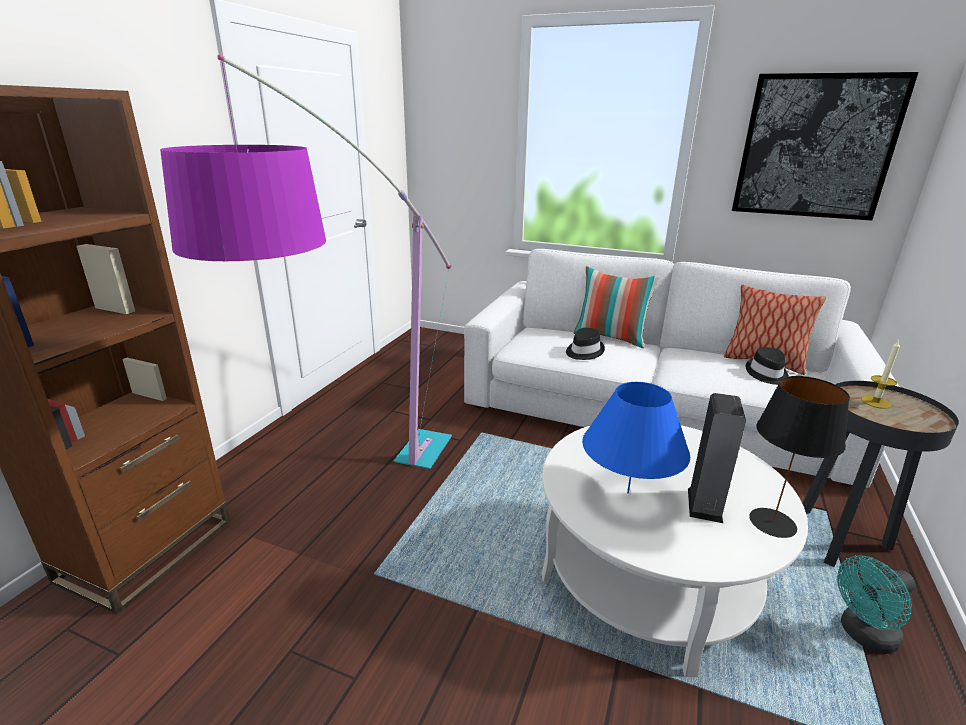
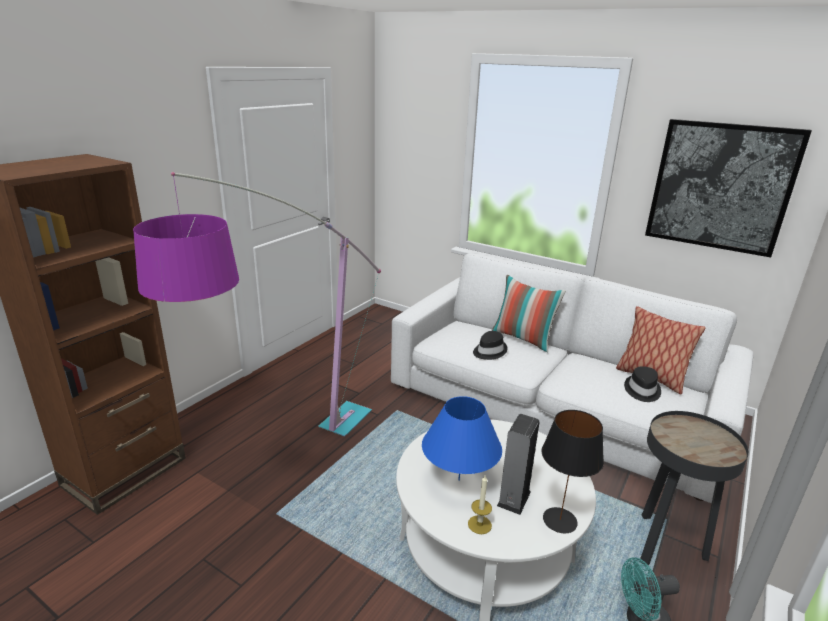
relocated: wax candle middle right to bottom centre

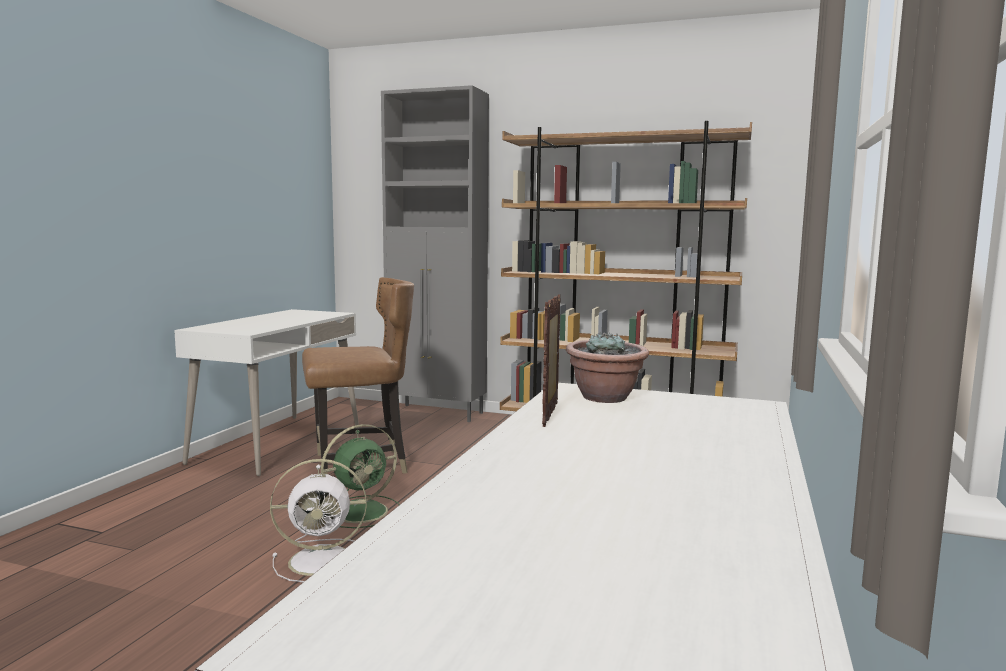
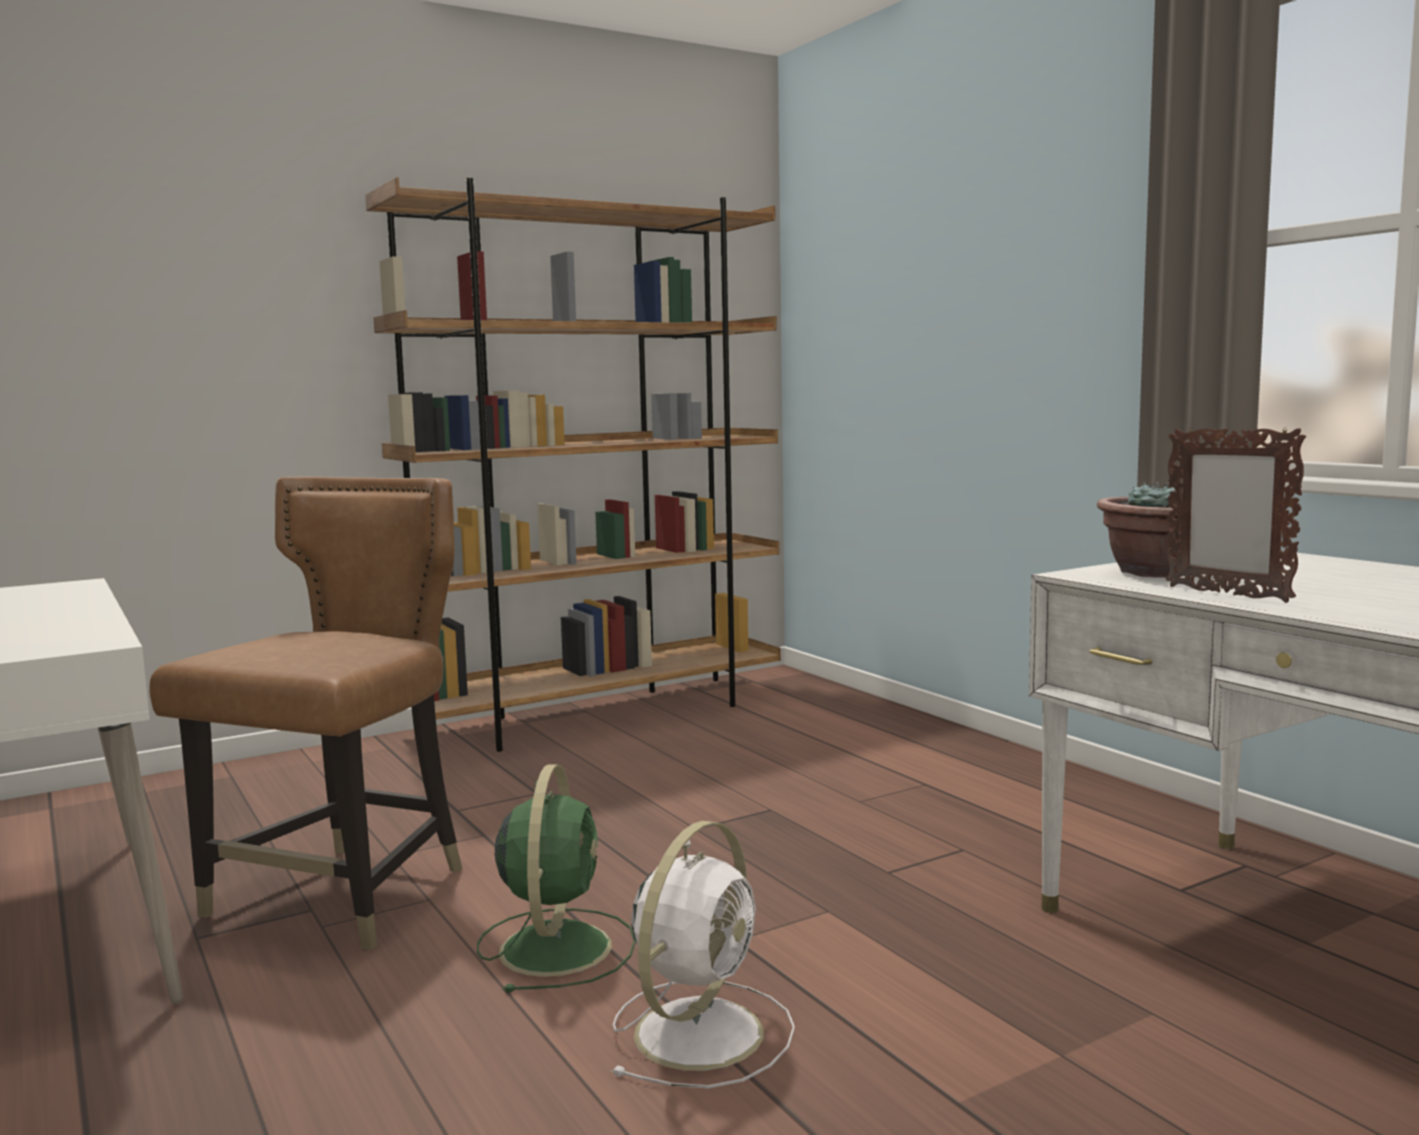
missing: grey storage cabinet centre

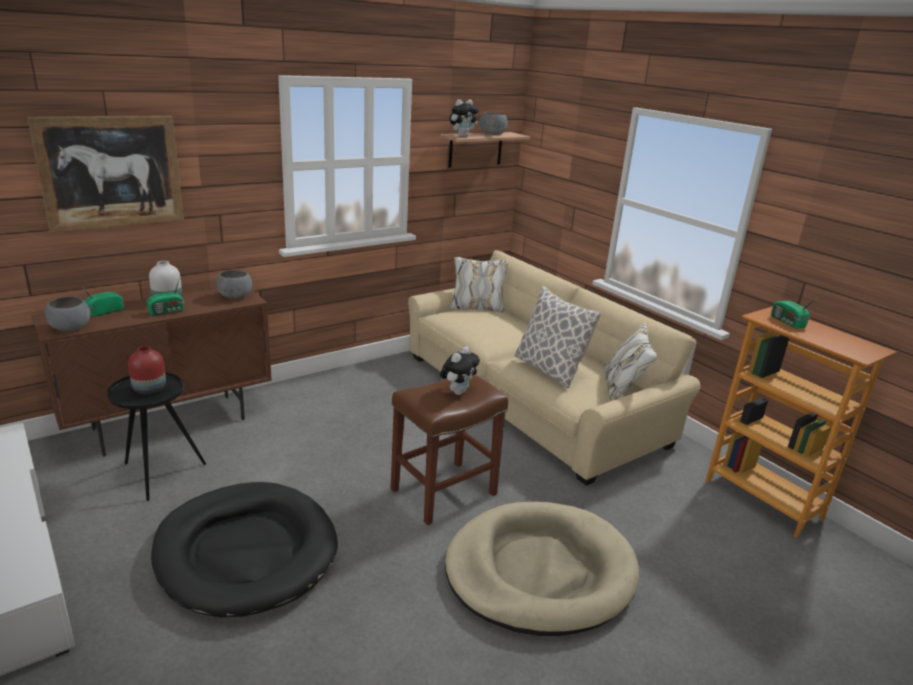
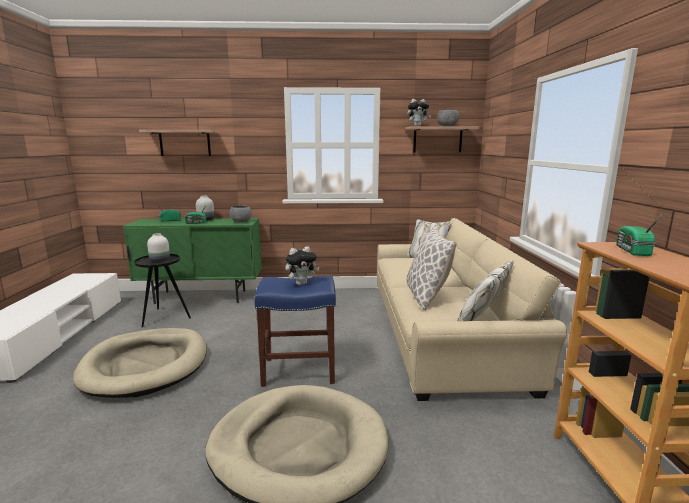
missing: grey bowl (no. 1 from left) middle left
exchanged: wall art top left to bracket shelf (no. 1 from left) top left
colour: brown storage cabinet middle left to greenish storage cabinet middle left; red-coloured vase middle left to white vase (no. 1 from left) middle left; black-coloured pet bed bottom left to beige pet bed (no. 1 from left) bottom left; brown stool centre to blue stool centre

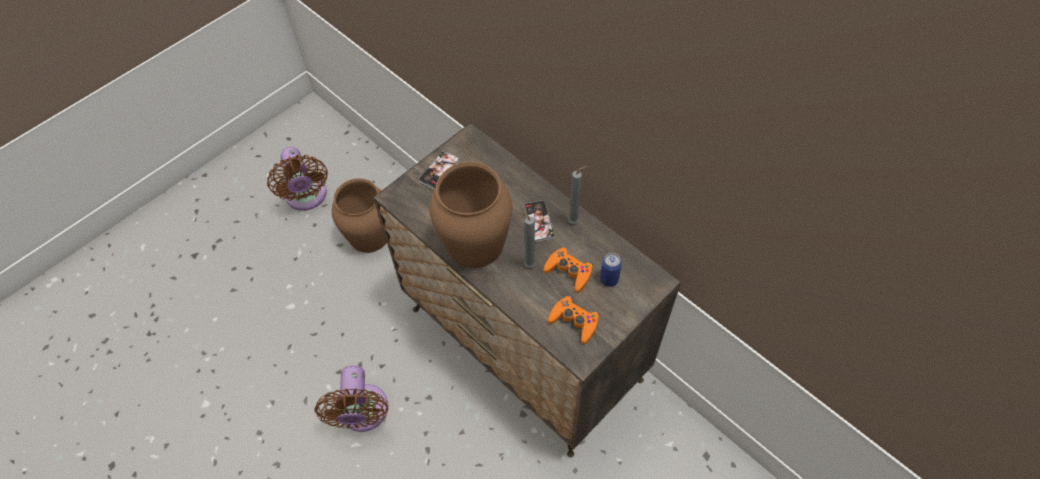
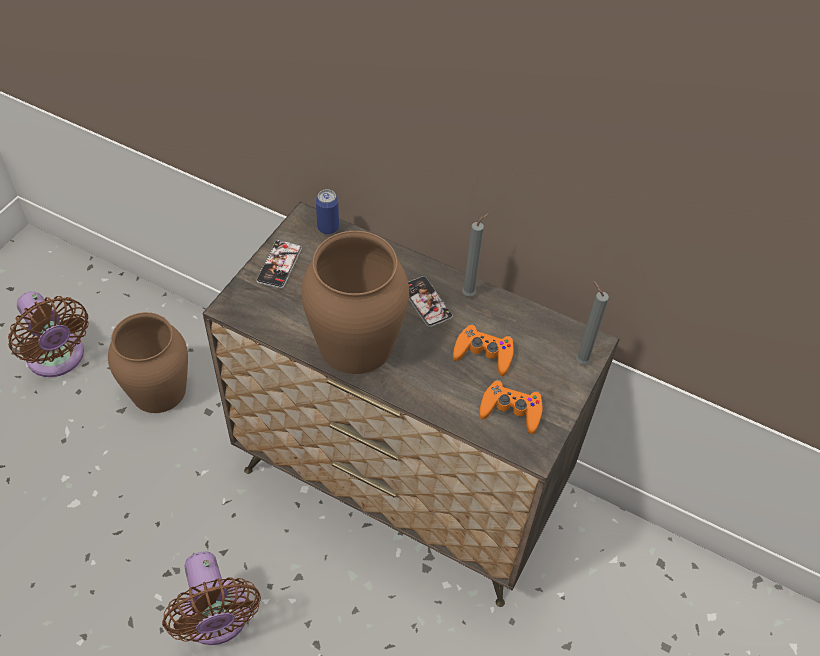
relocated: grey wax candle (no. 1 from left in the first image) centre to grey wax candle (no. 2 from left) middle right; can centre to top centre

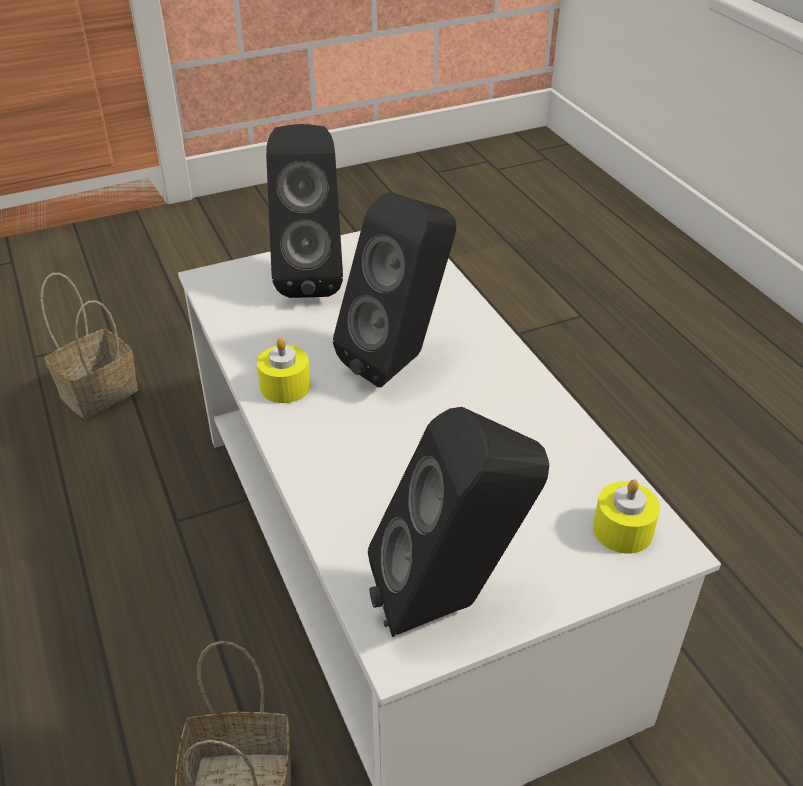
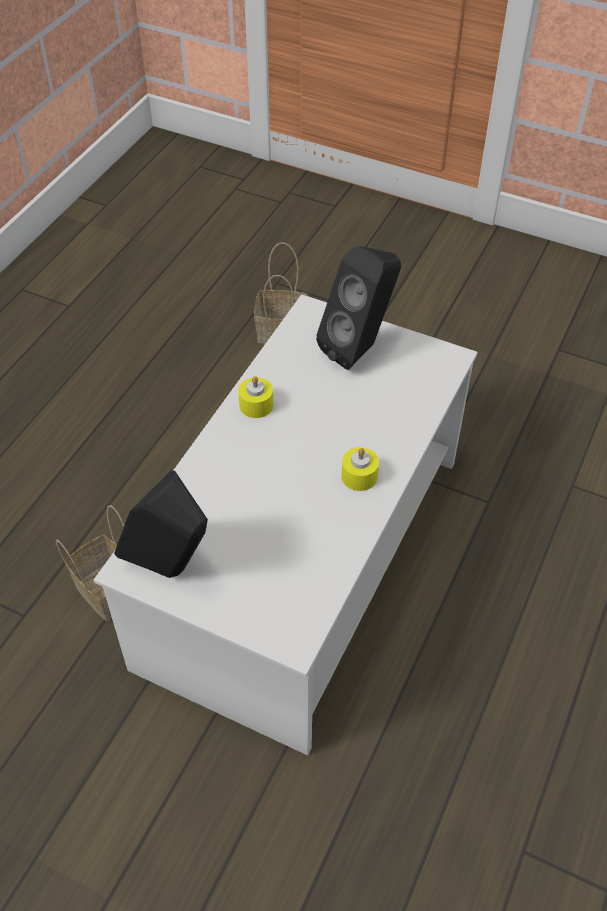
missing: black-coloured loudspeaker (no. 2 from left) centre
relocated: yellow wax candle (no. 2 from left) middle right to centre

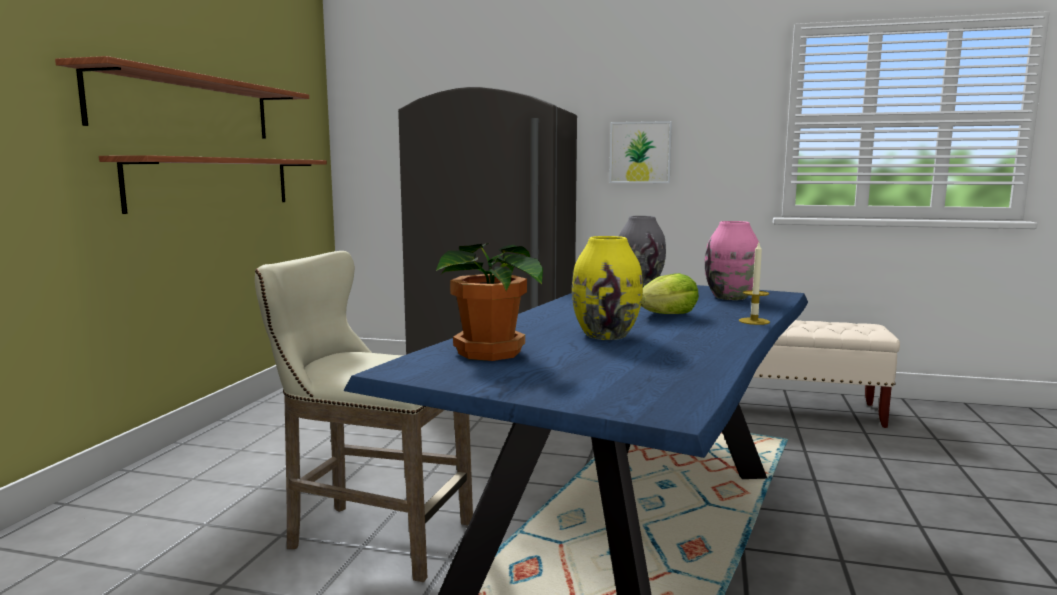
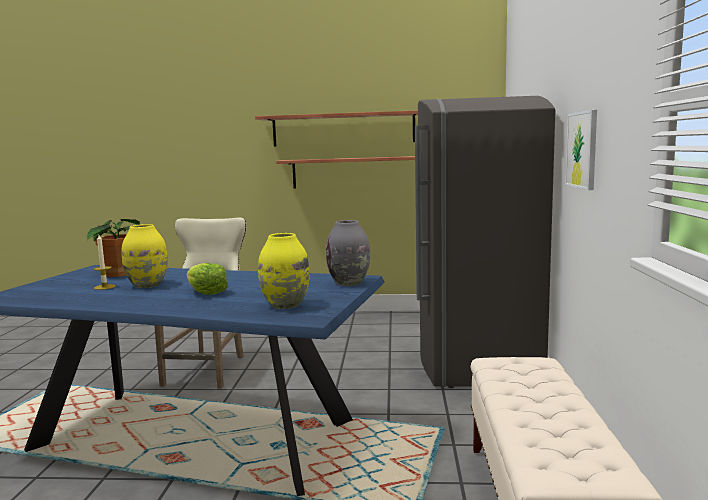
relocated: wax candle middle right to middle left
colour: pink vase middle right to yellow vase (no. 2 from left) centre

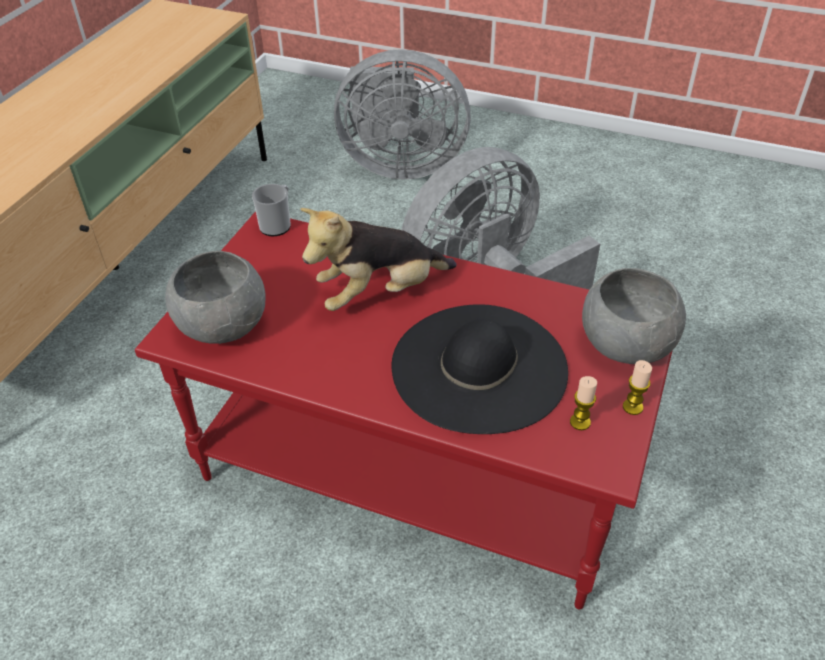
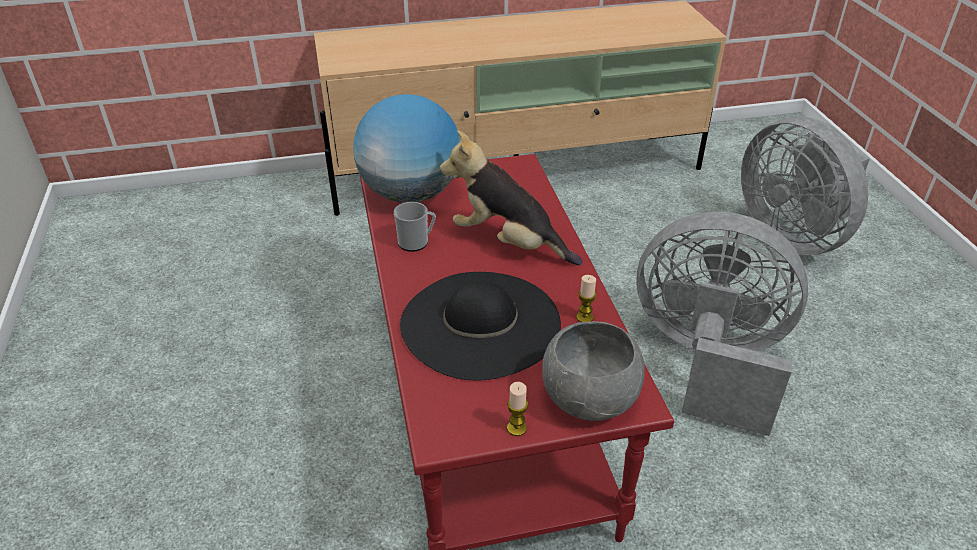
relocated: tea mug top left to centre; wax candle (no. 1 from left in the first image) middle right to wax candle (no. 2 from left) centre
exchanged: grey bowl (no. 1 from left) middle left to world globe top centre

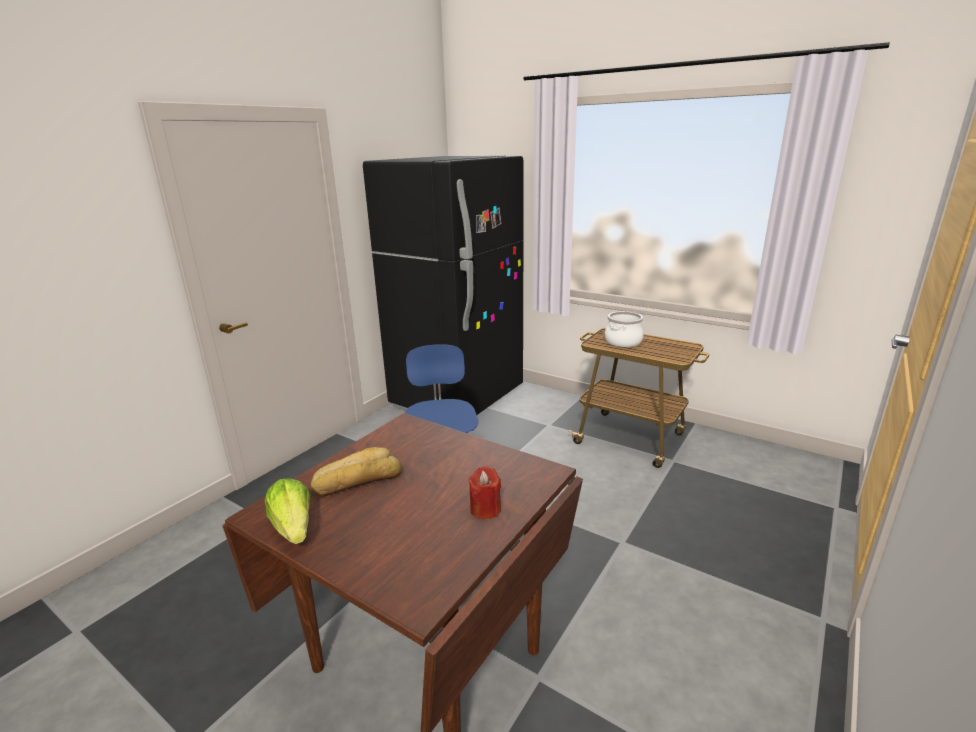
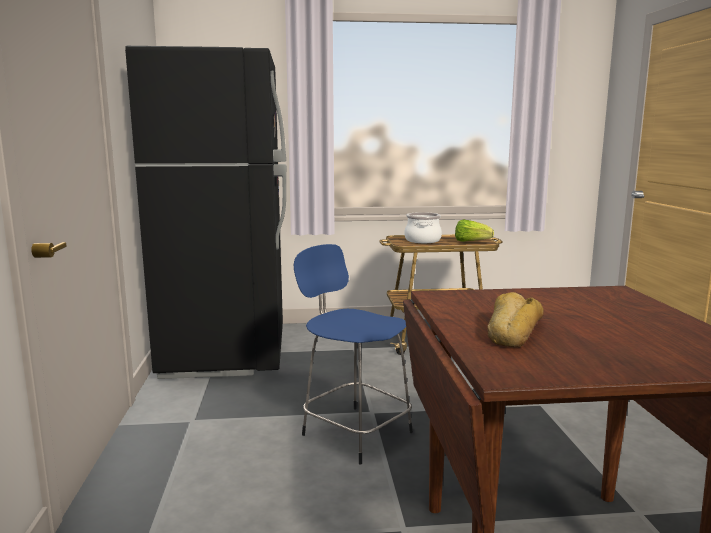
missing: red-coloured wax candle bottom centre
relocated: head of lettuce bottom left to middle right

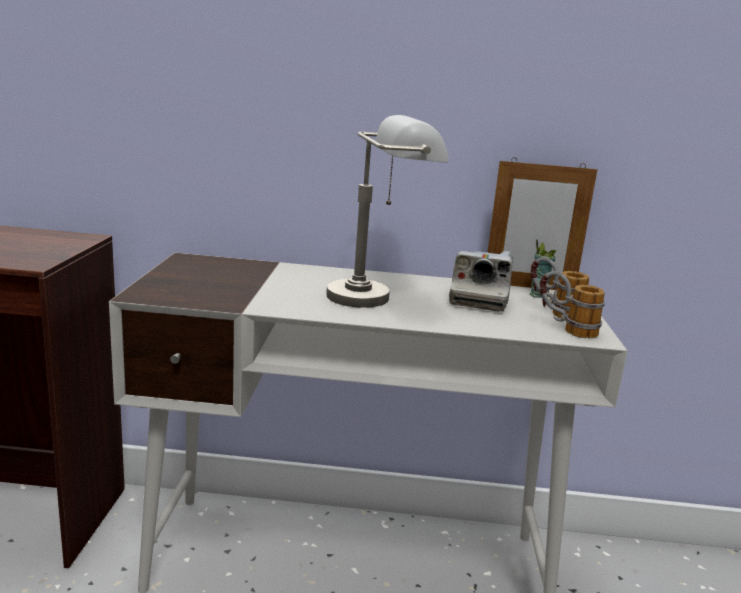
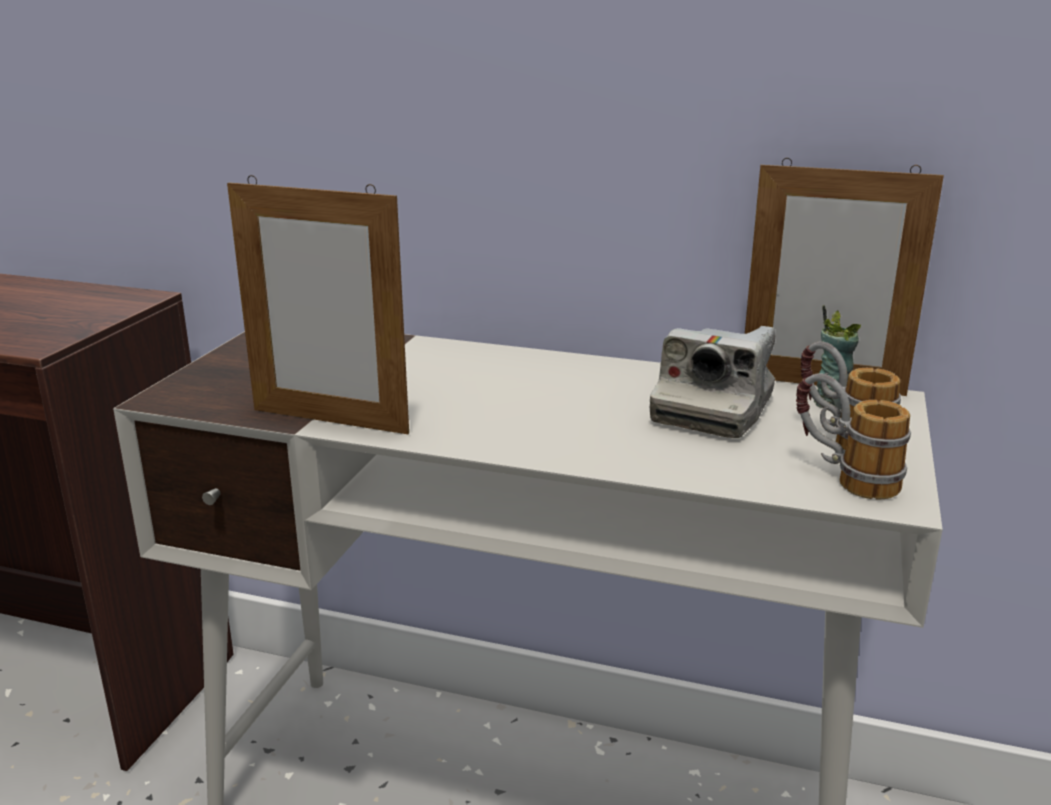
missing: grey table lamp centre
appeared: photo frame (no. 1 from left) middle left

